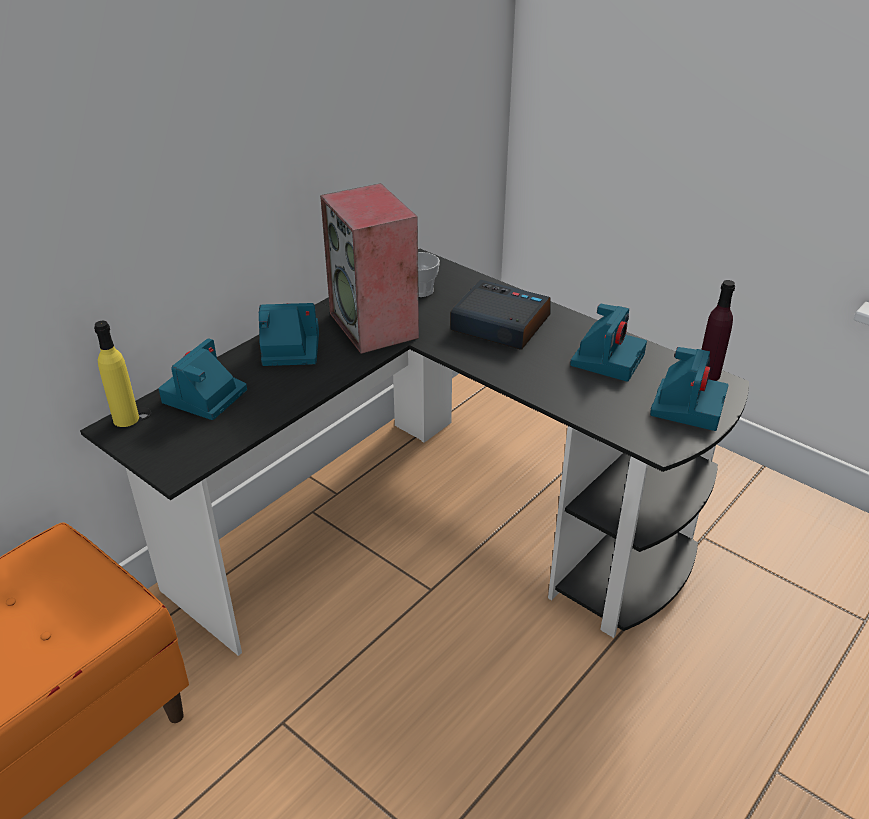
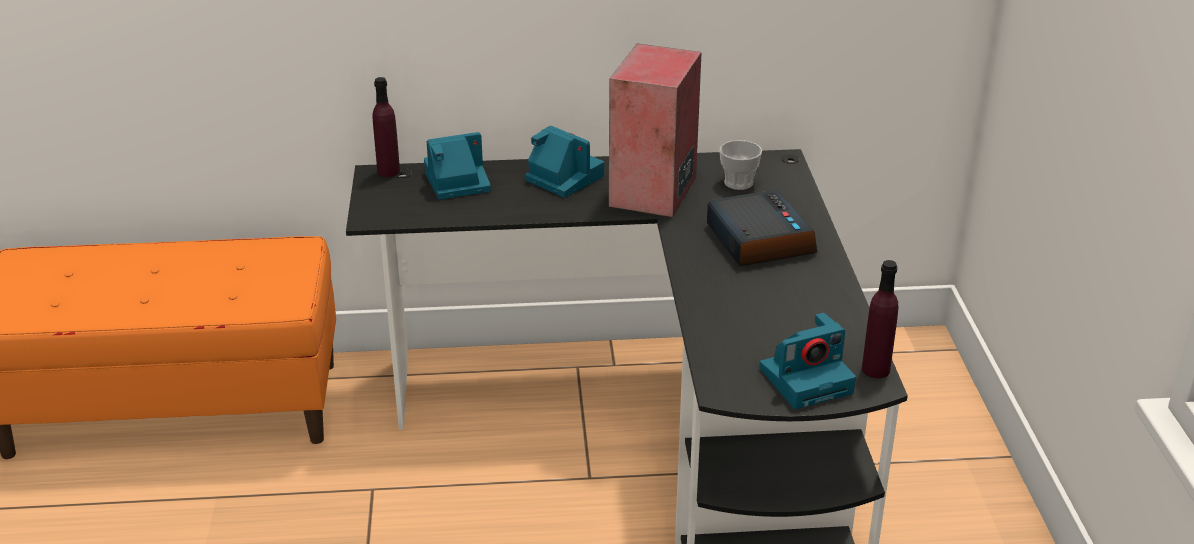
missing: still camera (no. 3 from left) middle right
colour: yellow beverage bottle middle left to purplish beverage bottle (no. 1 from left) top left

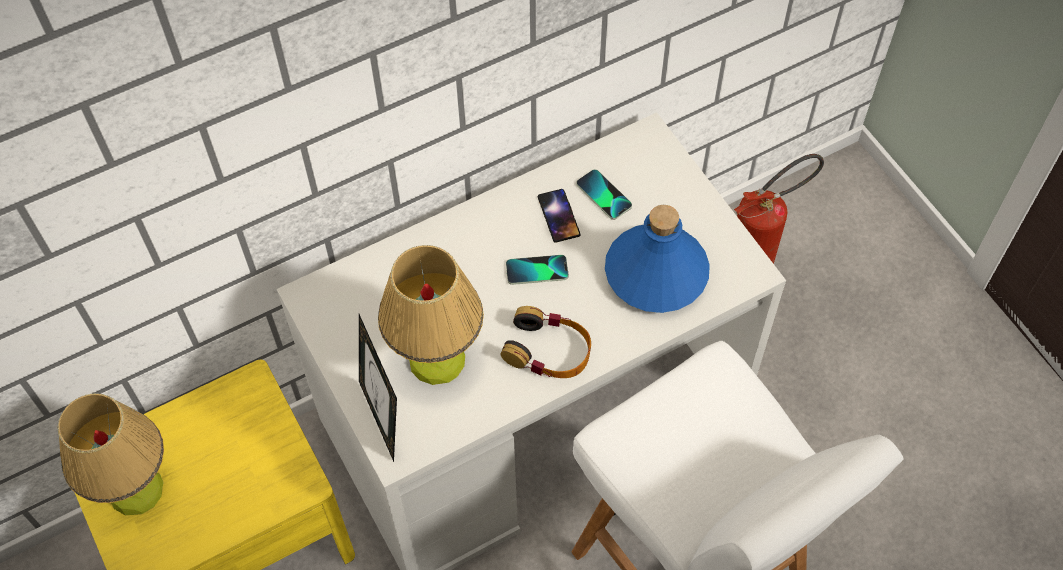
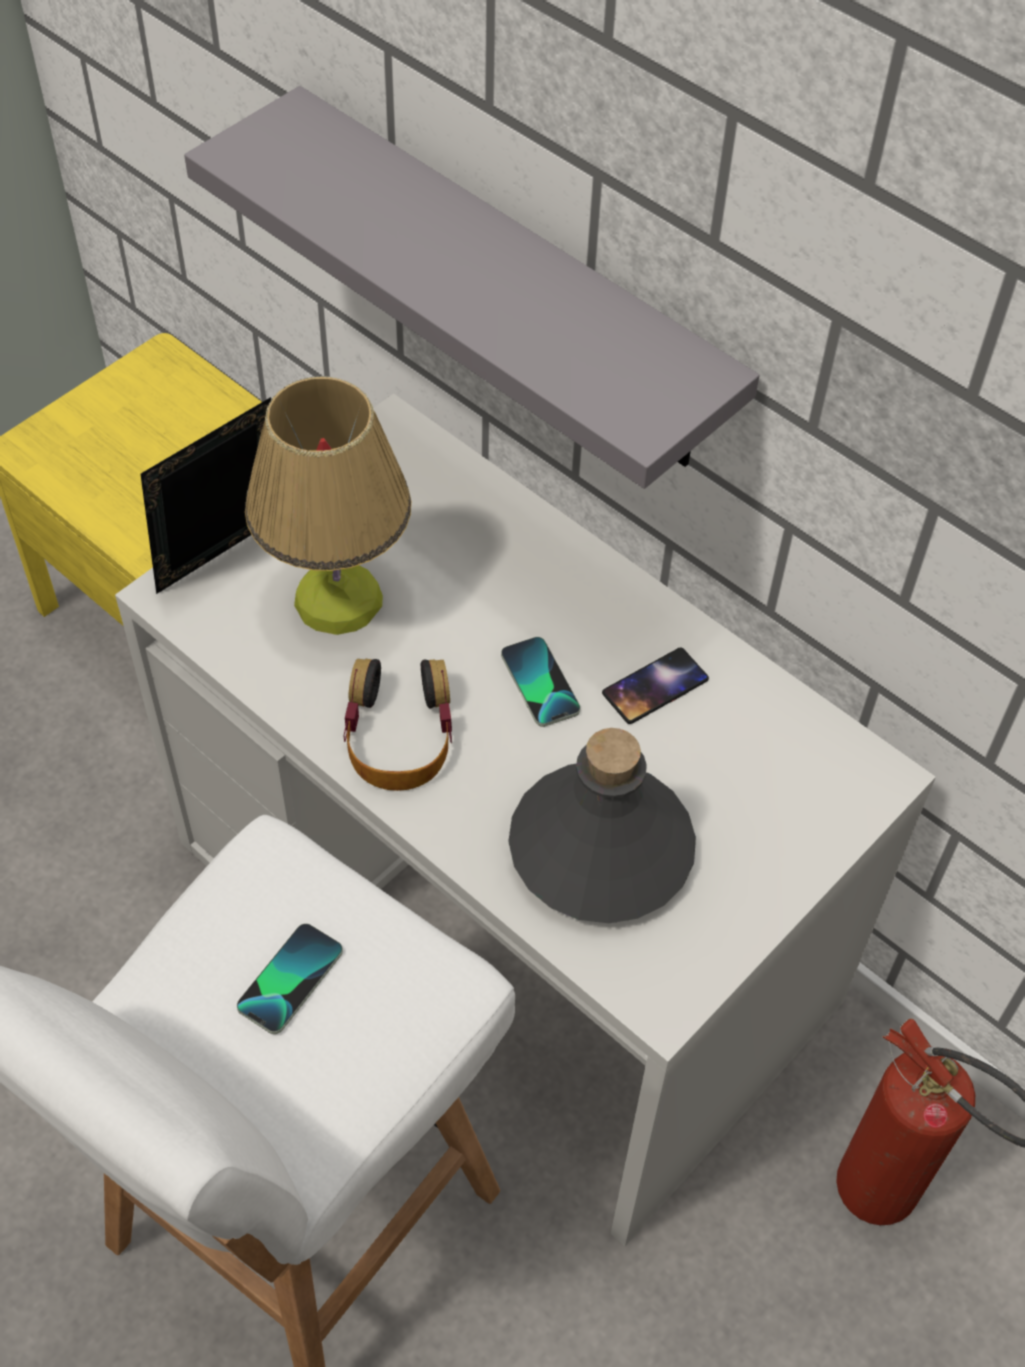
missing: table lamp (no. 1 from left) bottom left
appeared: grey bracket shelf top centre
relocated: handset (no. 3 from left in the first image) centre to handset (no. 1 from left) bottom left
colour: blue beverage bottle centre to grey beverage bottle centre

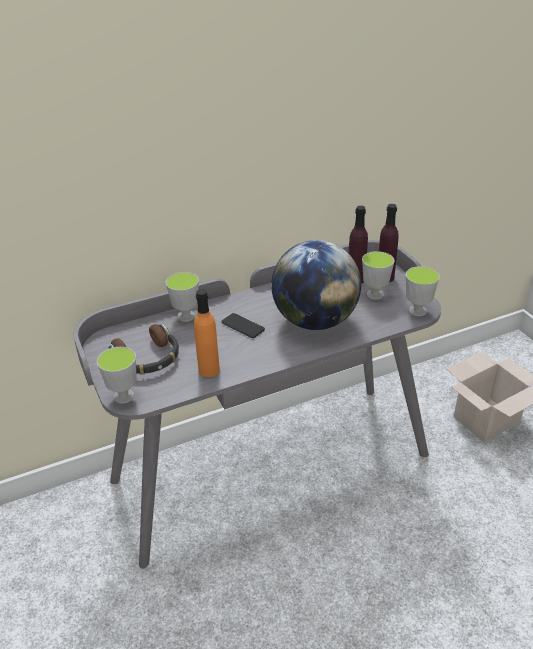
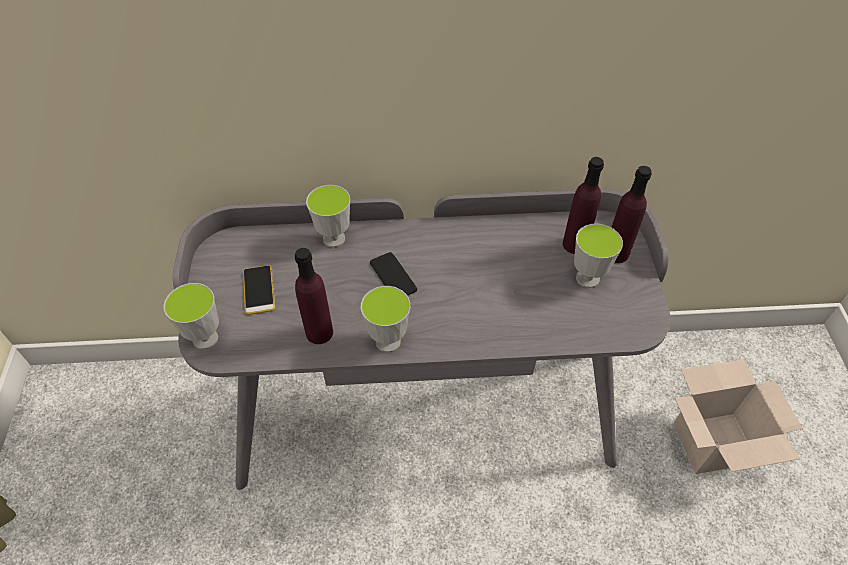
missing: world globe centre
relocated: cup (no. 4 from left in the first image) middle right to cup (no. 3 from left) centre
exchanged: pair of headphones middle left to handset (no. 1 from left) middle left
colour: orange beverage bottle centre to purplish beverage bottle (no. 1 from left) centre

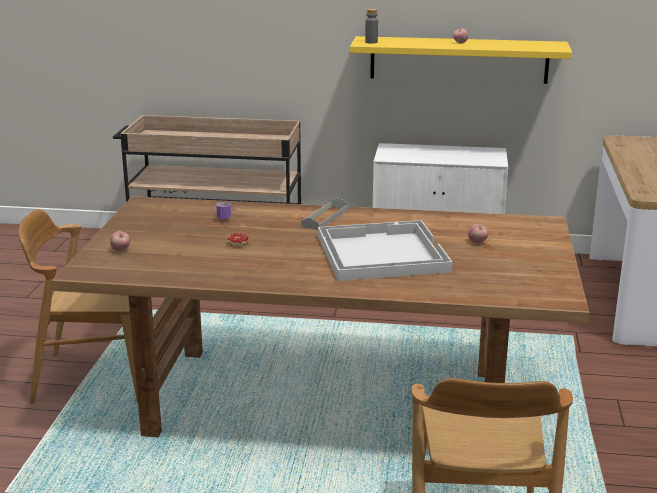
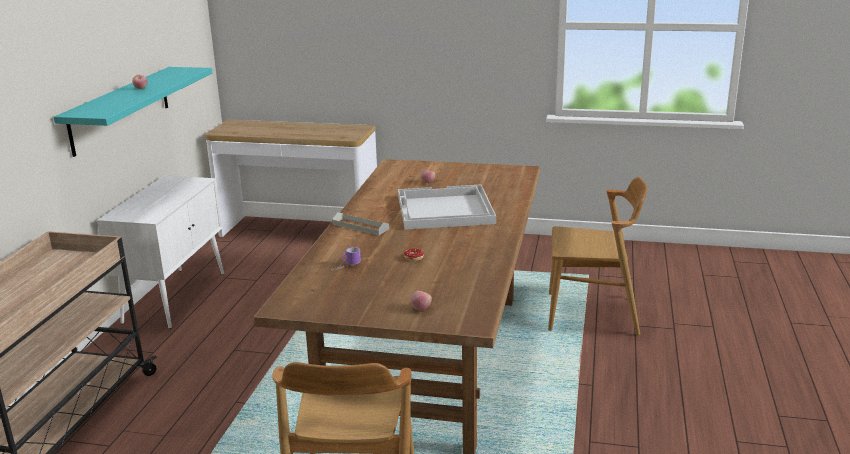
missing: grey beverage bottle top centre
colour: yellow bracket shelf top right to turquoise-coloured bracket shelf top left

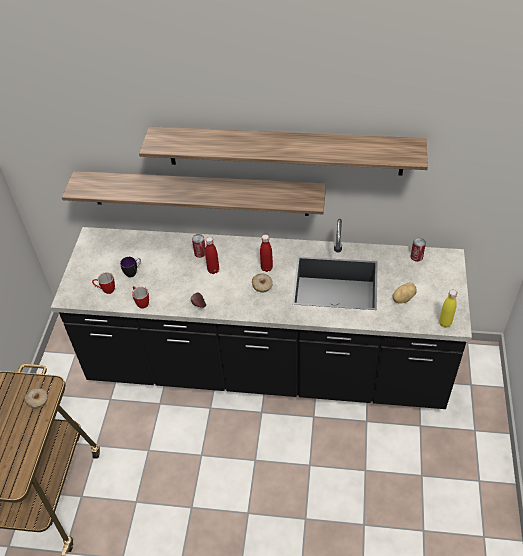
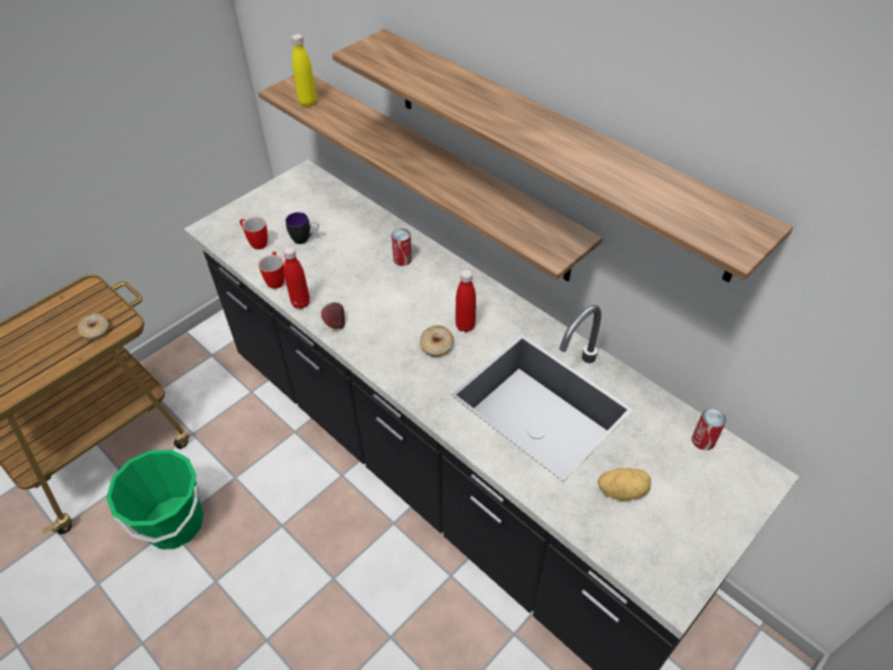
appeared: greenish pail bottom left
relocated: red-coloured beverage bottle (no. 1 from left) centre to middle left; yellow beverage bottle middle right to top centre

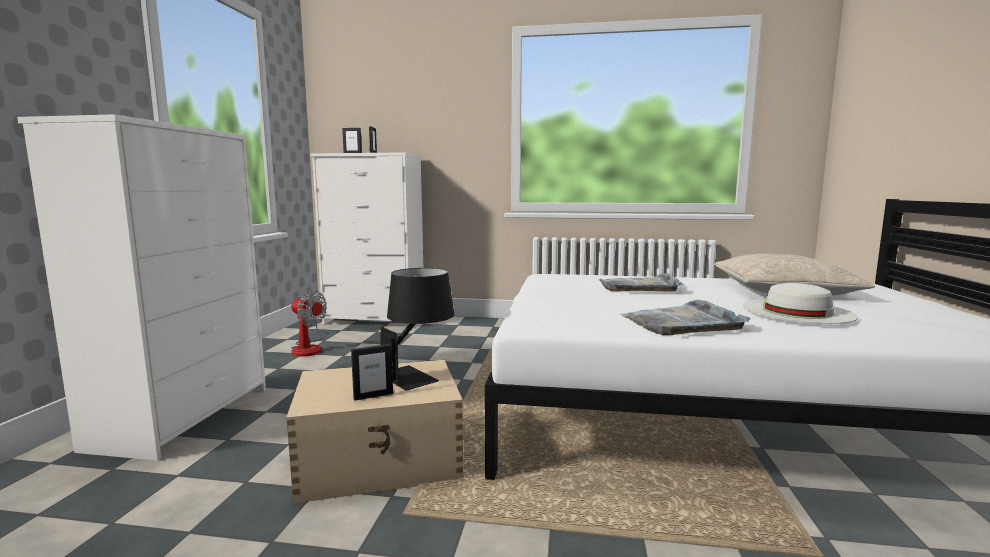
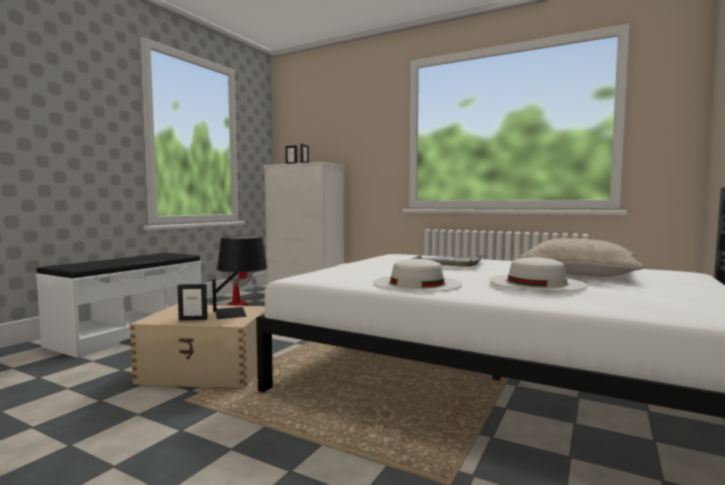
exchanged: white chest of drawers (no. 1 from left) middle left to white long seat middle left; grey carrying tray (no. 2 from left) middle right to white clothing hat (no. 1 from left) centre

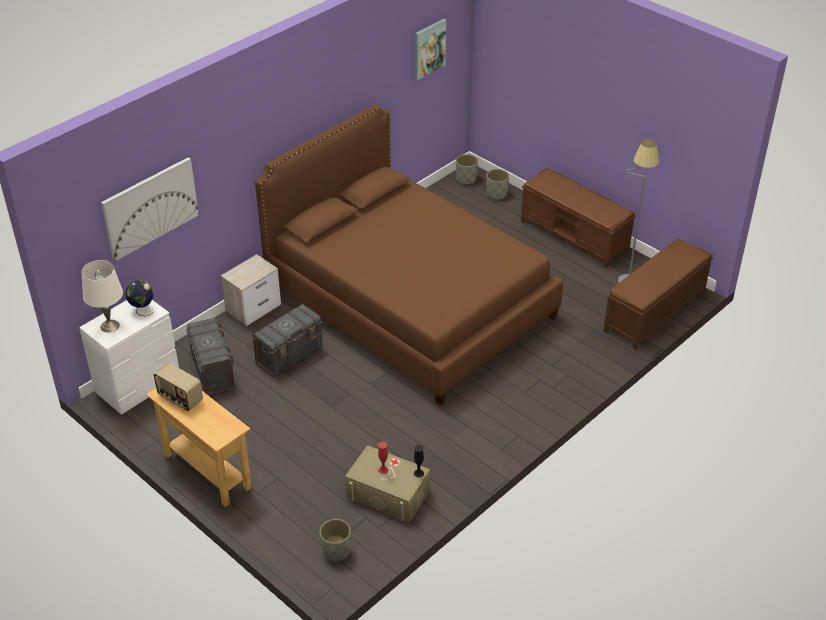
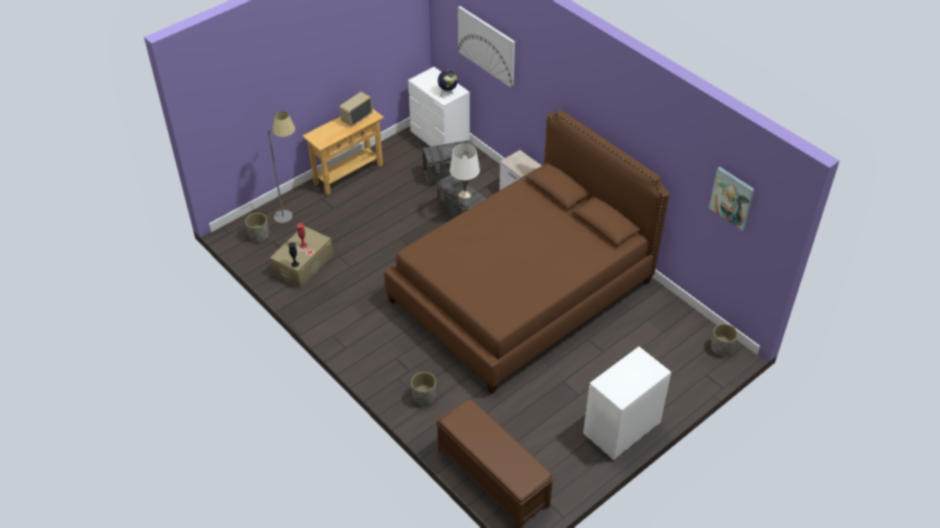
relocated: white table lamp middle left to top centre; grey plant pot (no. 3 from left in the first image) top centre to grey plant pot (no. 2 from left) bottom centre; grey standing lamp middle right to top left
exchanged: brown long seat (no. 1 from left) middle right to white chest of drawers (no. 2 from left) bottom right

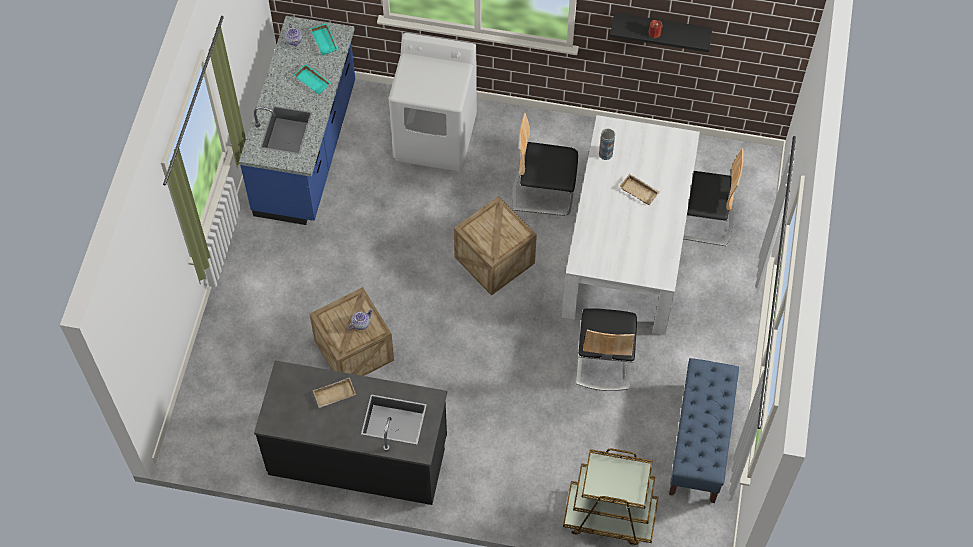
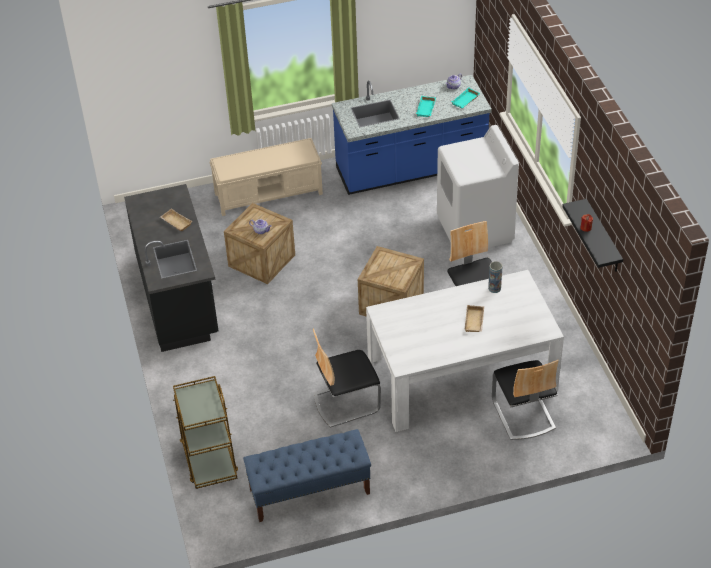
appeared: beige long seat top centre

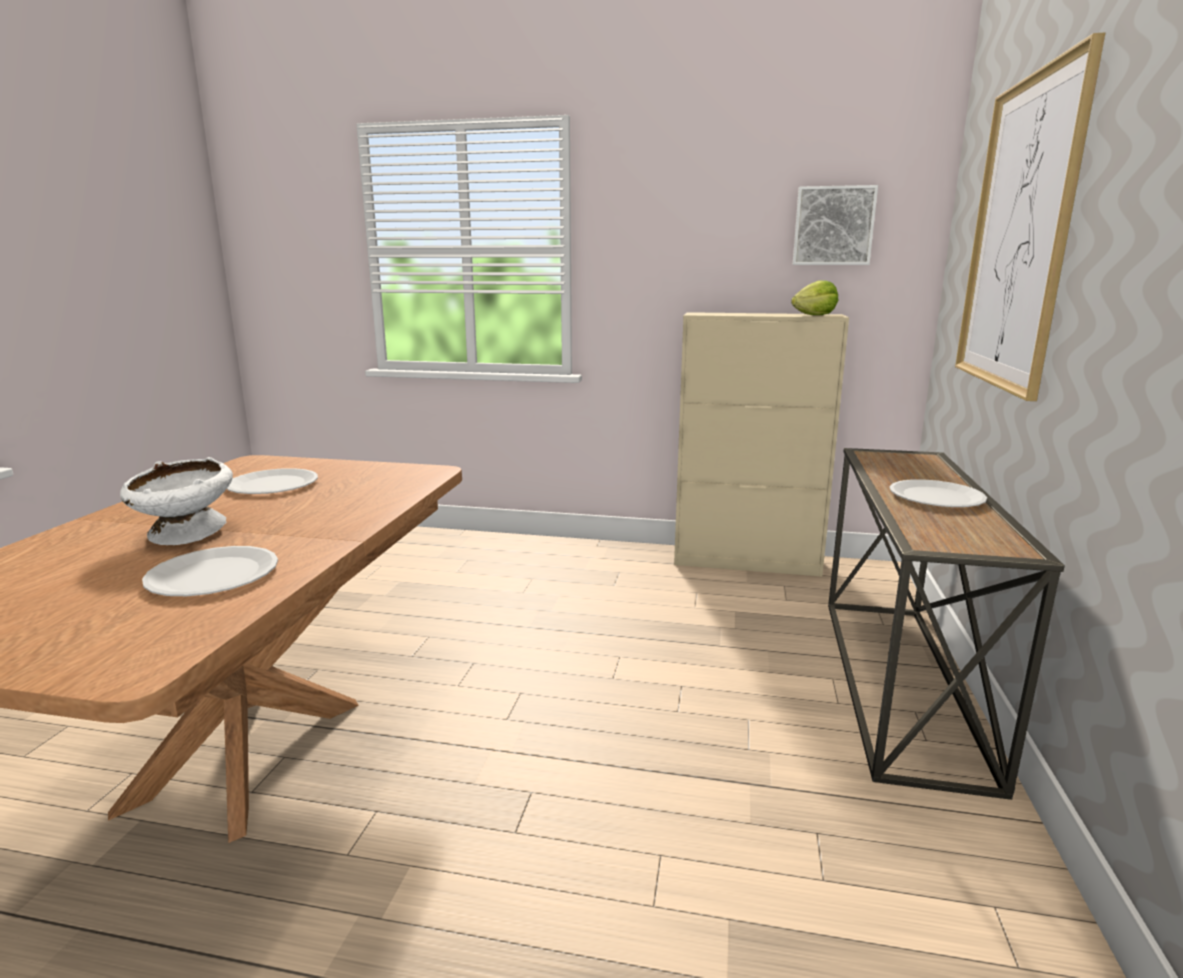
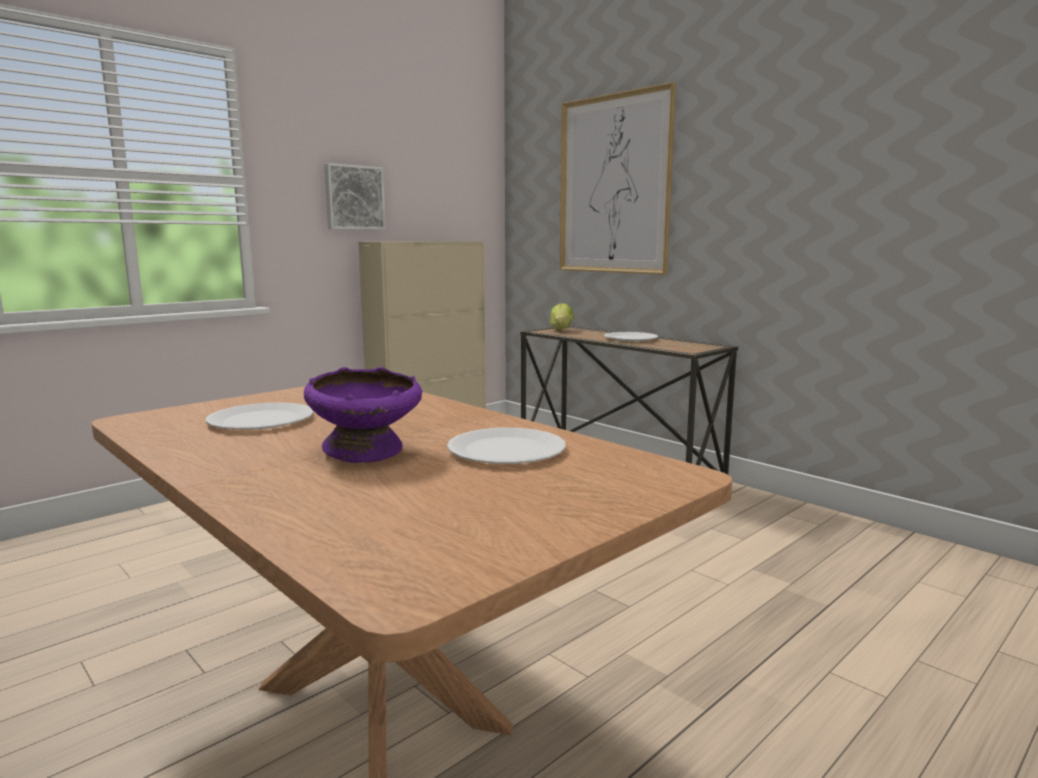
relocated: head of lettuce top right to centre; wall art (no. 1 from left) top right to top centre
colour: white bowl middle left to purplish bowl centre

